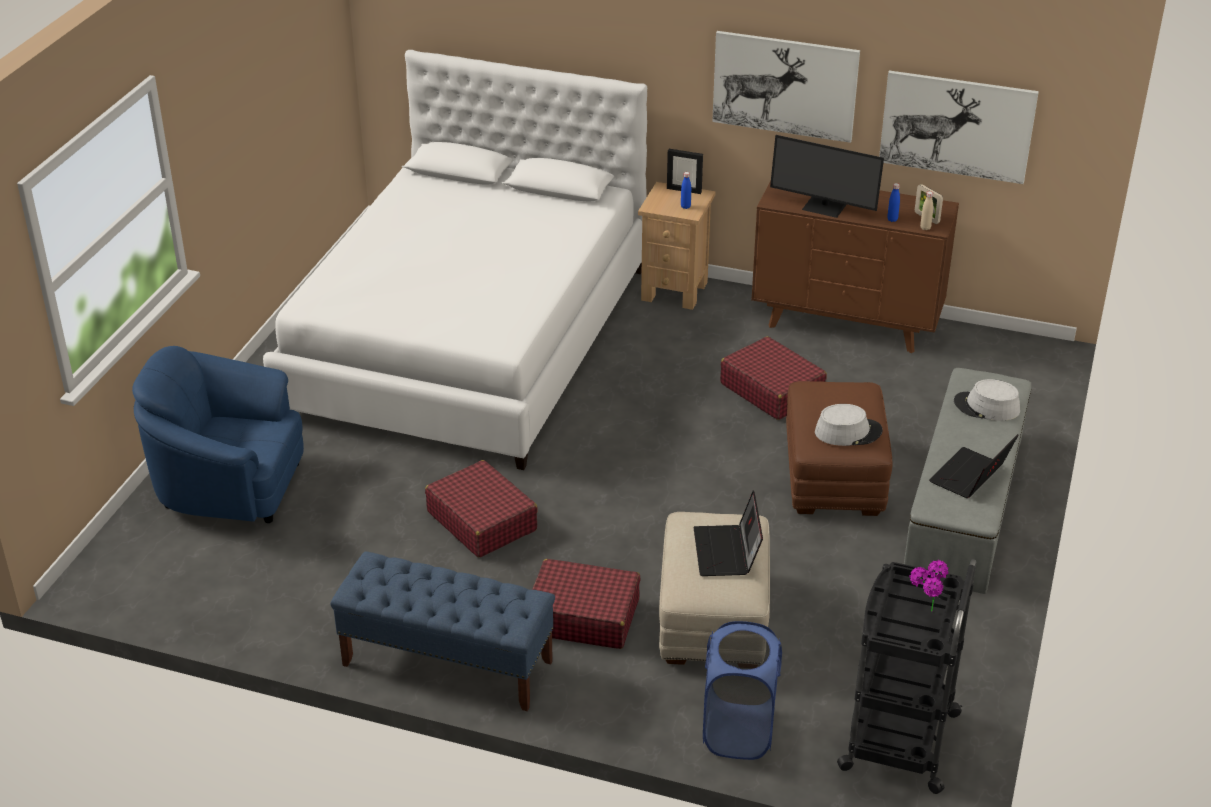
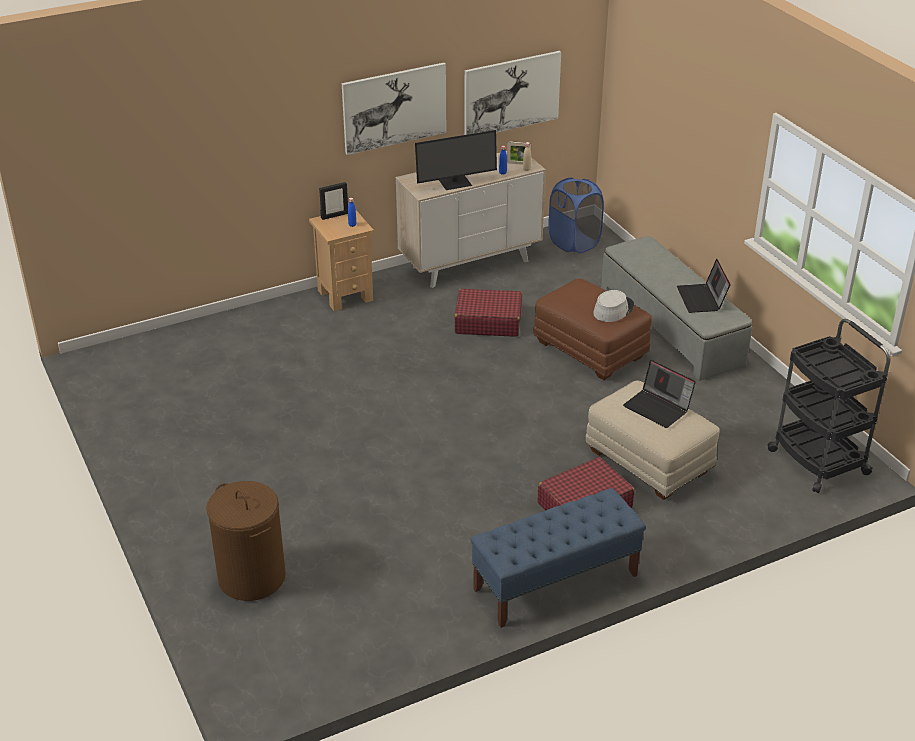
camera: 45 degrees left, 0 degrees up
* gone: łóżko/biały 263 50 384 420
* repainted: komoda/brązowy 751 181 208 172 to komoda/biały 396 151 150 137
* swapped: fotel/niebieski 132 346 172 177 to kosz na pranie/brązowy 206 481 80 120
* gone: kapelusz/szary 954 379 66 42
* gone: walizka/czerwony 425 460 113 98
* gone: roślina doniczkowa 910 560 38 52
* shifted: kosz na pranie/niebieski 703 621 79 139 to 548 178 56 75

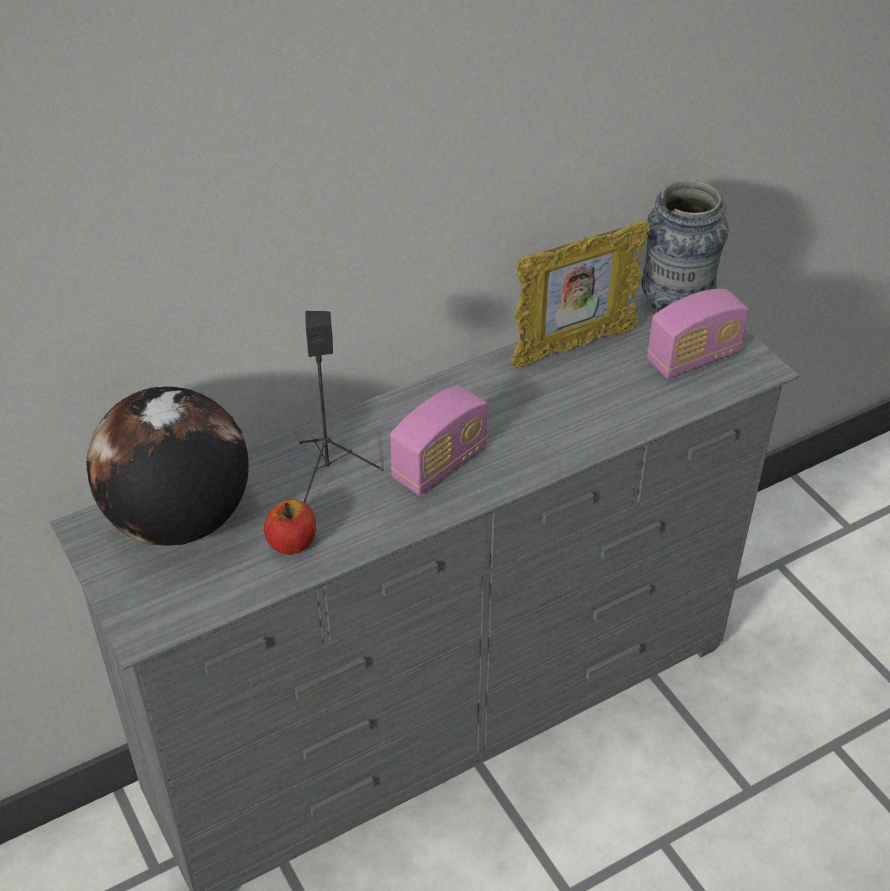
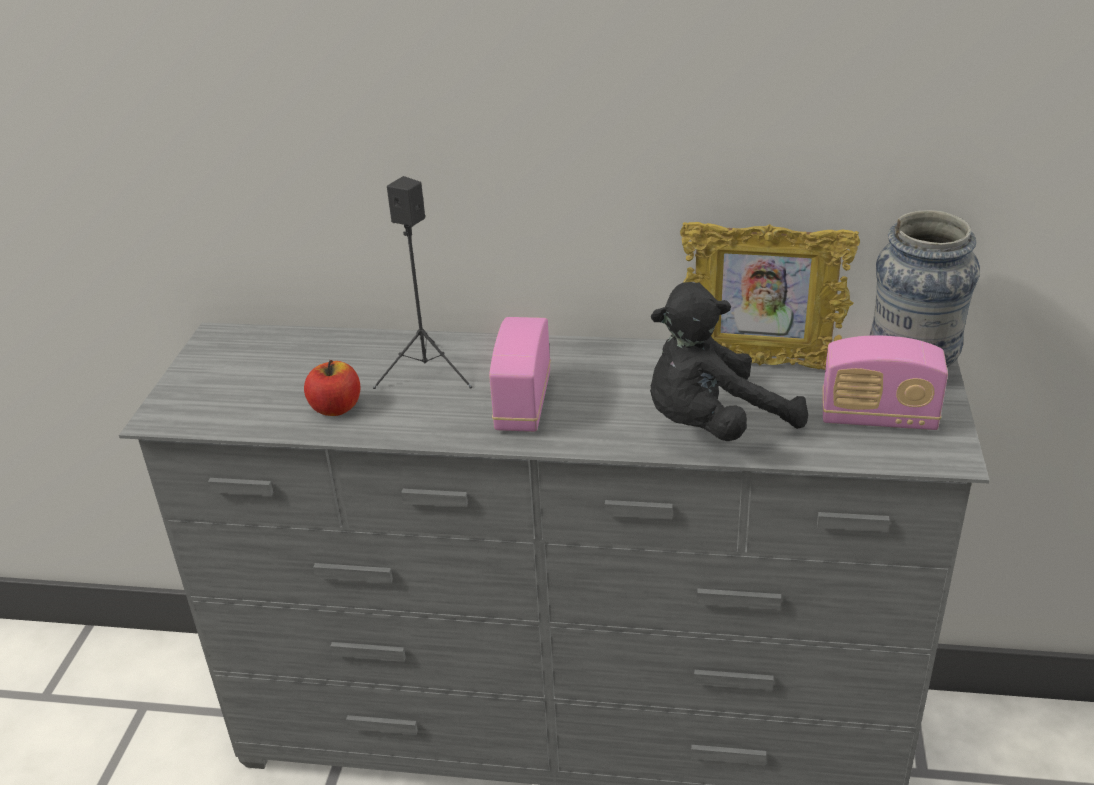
camera: 40 degrees right, 10 degrees down
* rotated: radio 390 385 98 110 = 489 317 62 115 105 degrees clockwise
* gone: globus 86 387 163 159
* new: pluszak/czarny 650 282 158 159

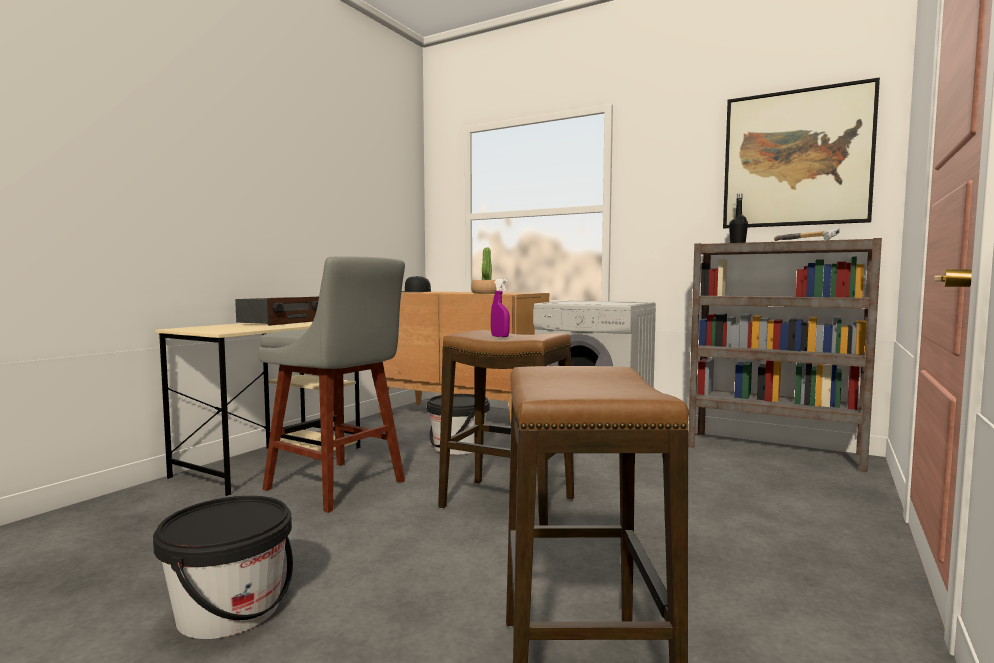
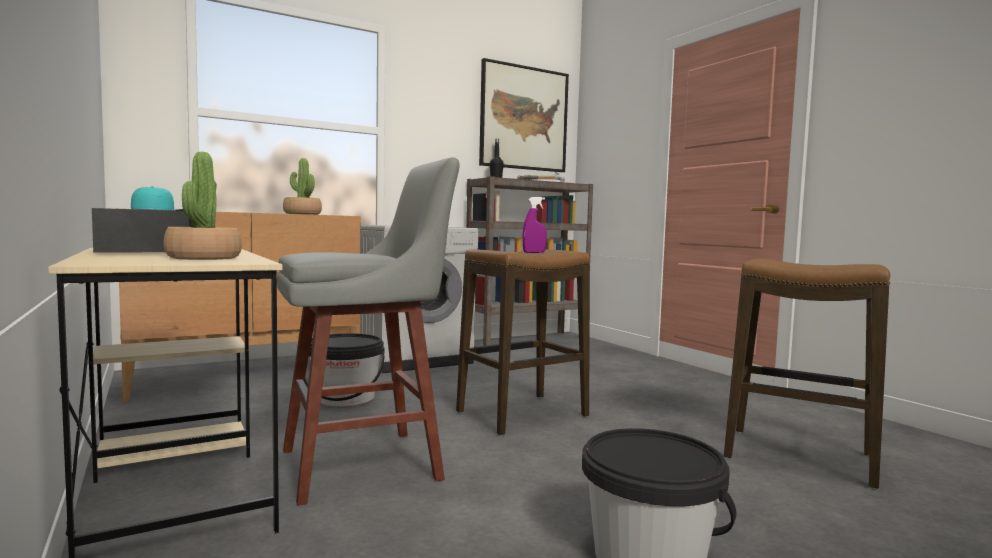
camera: 60 degrees left, 0 degrees up
* repainted: czapka z daszkiem/czarny 402 276 29 16 to czapka z daszkiem/turkusowy 131 186 46 24
* new: roślina doniczkowa 164 152 78 108

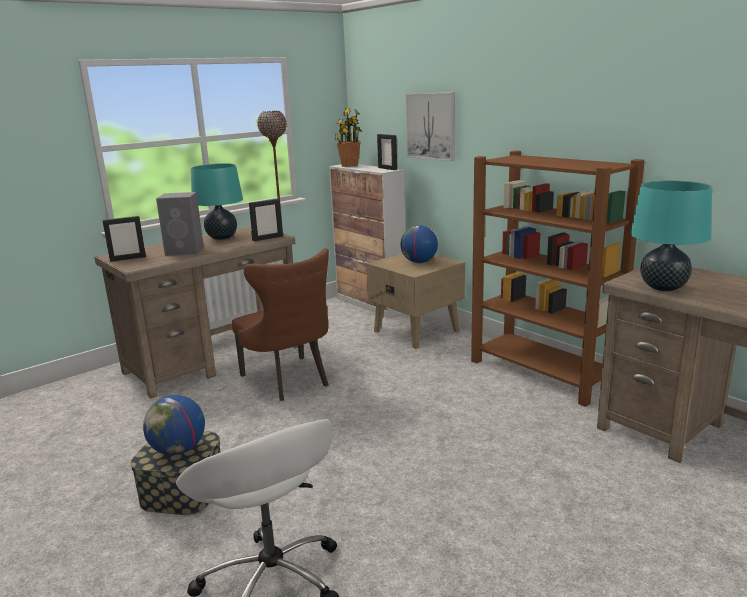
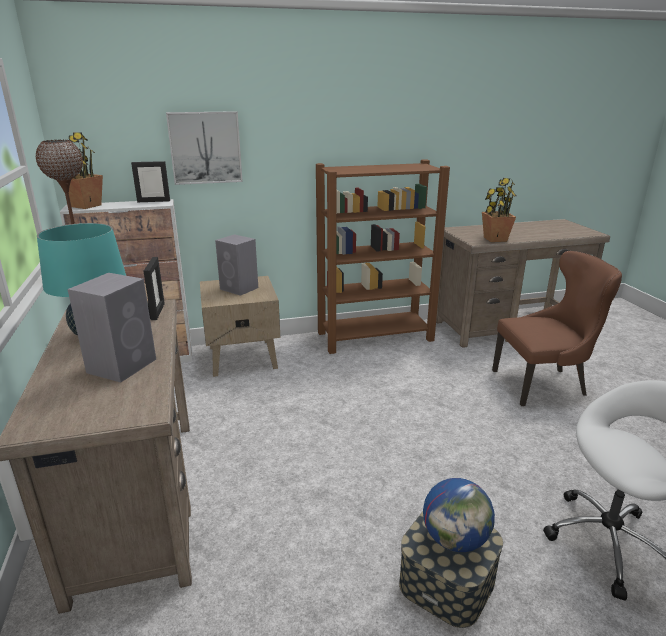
camera: 65 degrees left, 5 degrees up
* swapped: lampa stołowa/turkusowy 630 180 82 111 to roślina doniczkowa 482 178 34 64
* gone: ramka na zdjęcie 102 216 44 46
* swapped: globus 401 226 37 37 to głośnik/szary 215 234 43 62
* shifted: krzesło/brązowy 232 248 97 153 to 492 251 130 155

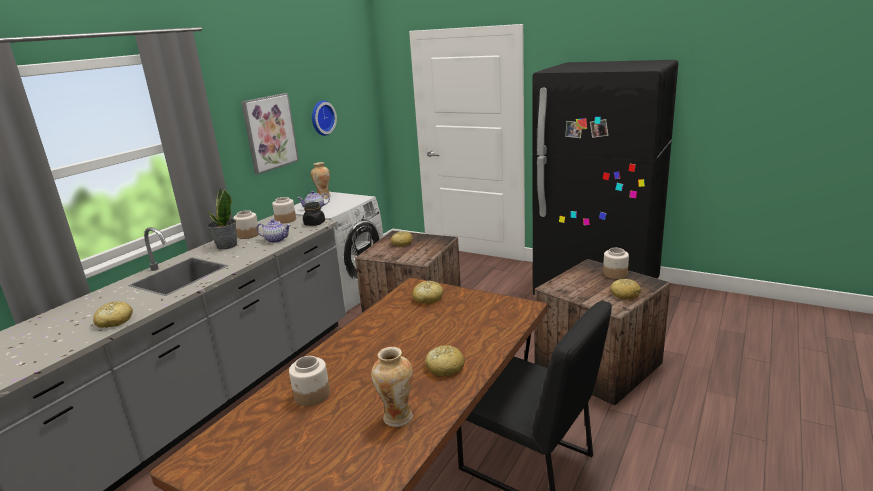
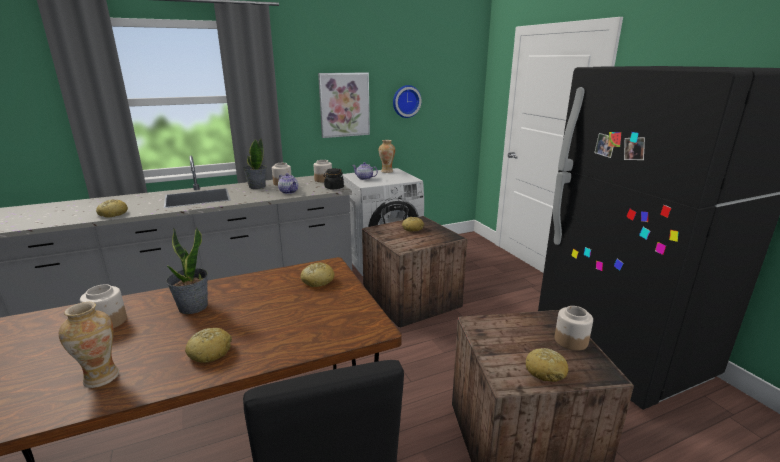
camera: 35 degrees right, 0 degrees up
* new: roślina doniczkowa 166 227 42 87

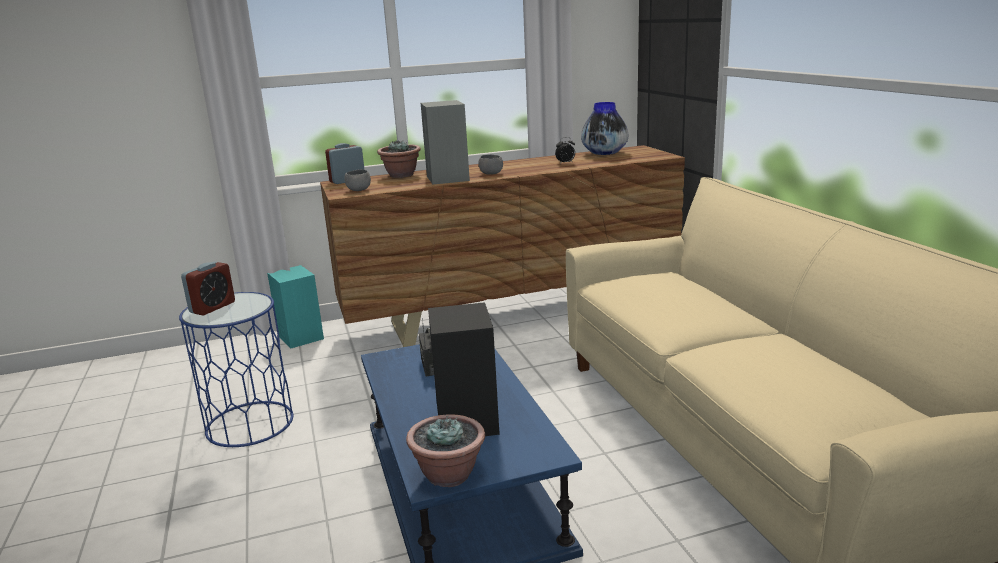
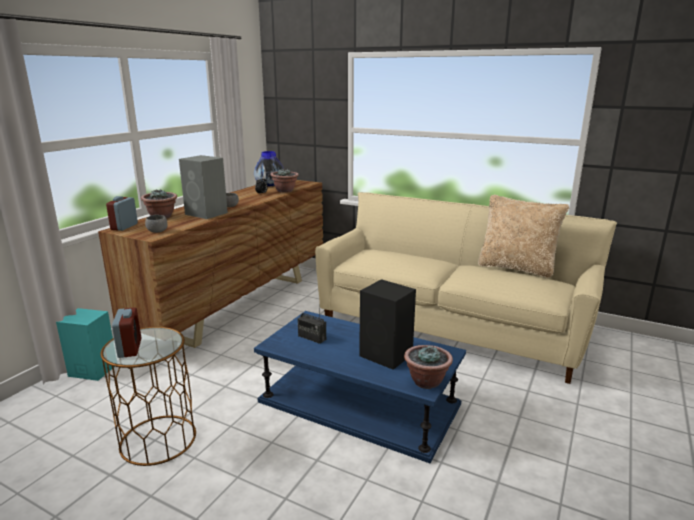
camera: 45 degrees left, 0 degrees up
* repainted: stolik/niebieski 179 292 114 155 to stolik/brązowy 101 327 95 139
* new: roślina doniczkowa 270 169 29 24
* new: poduszka/beżowy 478 194 92 84

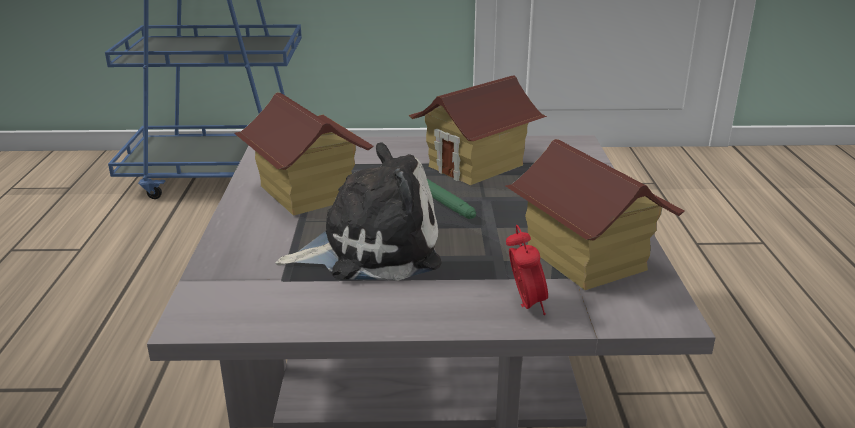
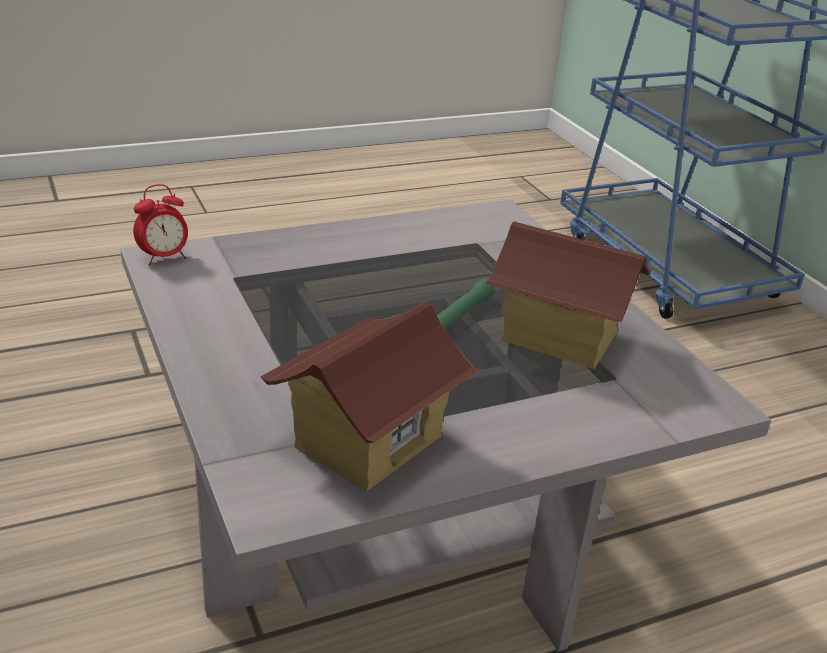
camera: 65 degrees right, 5 degrees up
* gone: domek 234 92 140 124
* gone: pluszak 275 142 166 139
* shifted: budzik 506 225 42 90 to 133 184 55 81

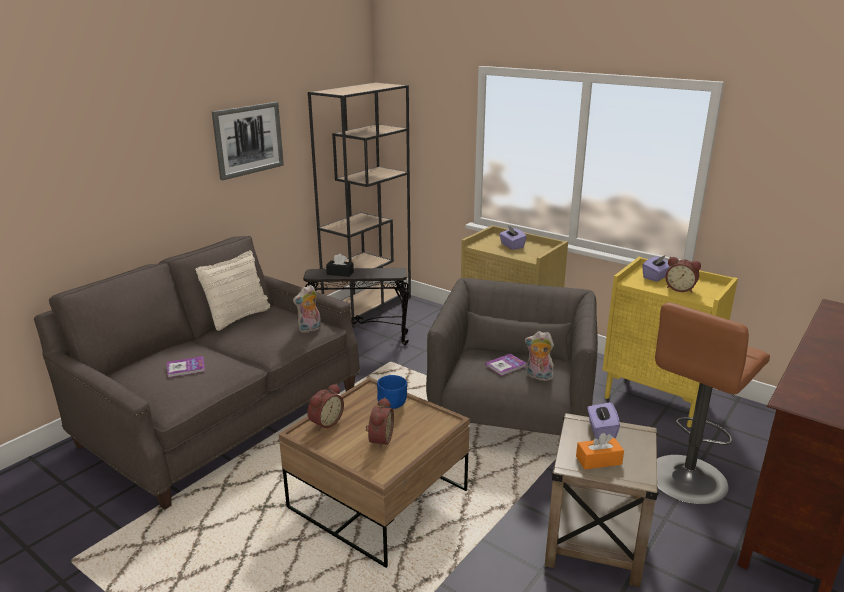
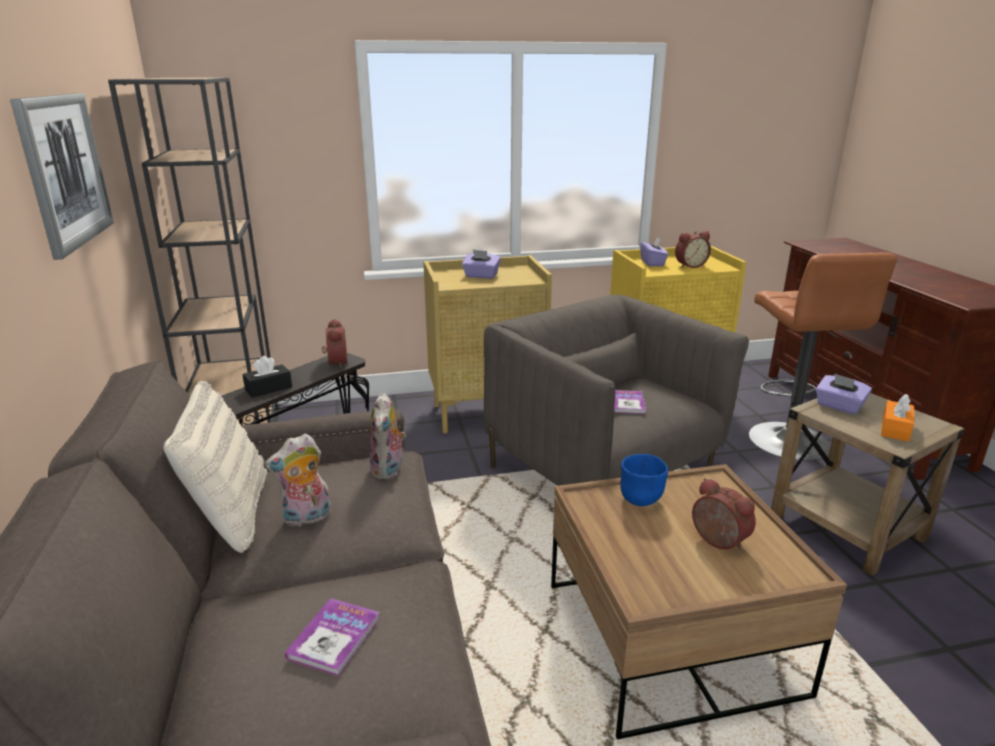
camera: 50 degrees left, 0 degrees up
* shifted: pluszak 525 331 29 50 to 265 434 66 93
* shifted: budzik 307 384 37 47 to 322 319 26 49

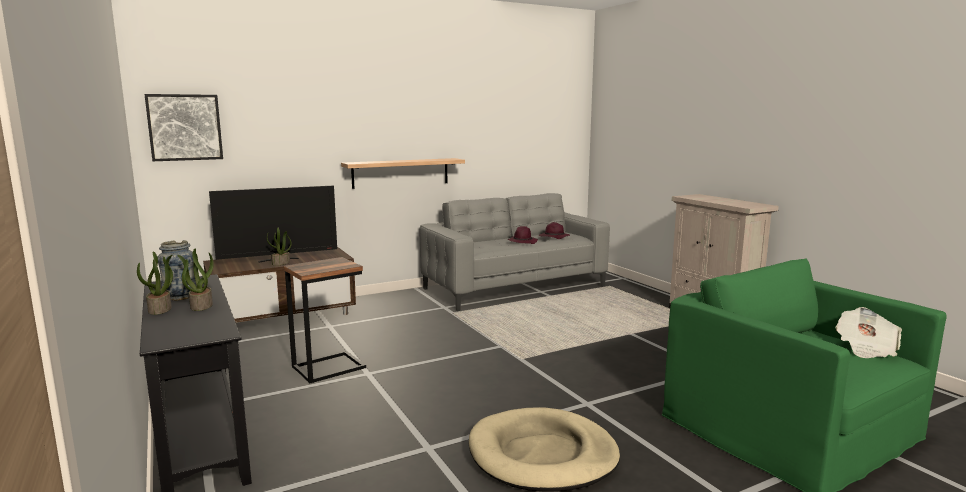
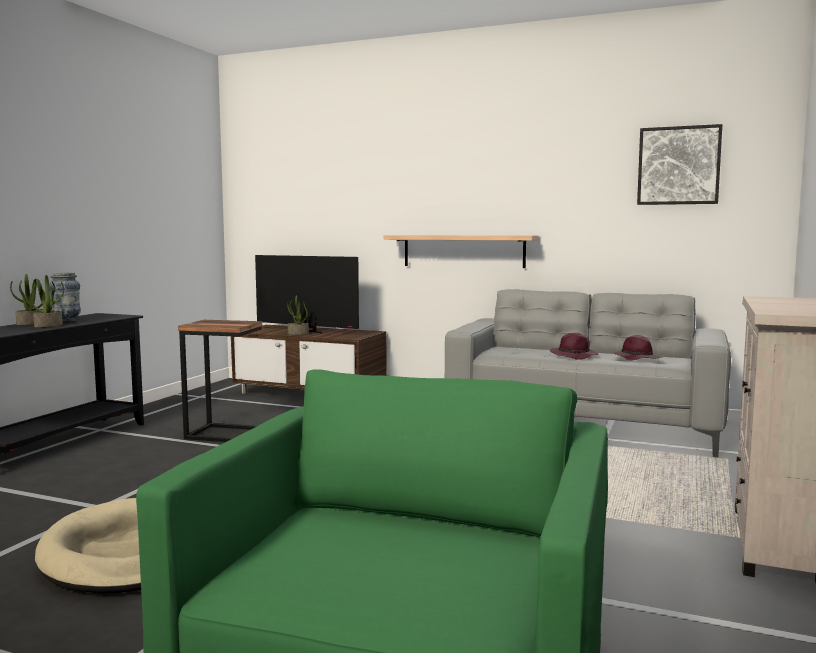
camera: 50 degrees right, 5 degrees down
* shifted: obraz 144 94 79 67 to 637 124 85 81
* gone: gazeta 836 307 66 51

